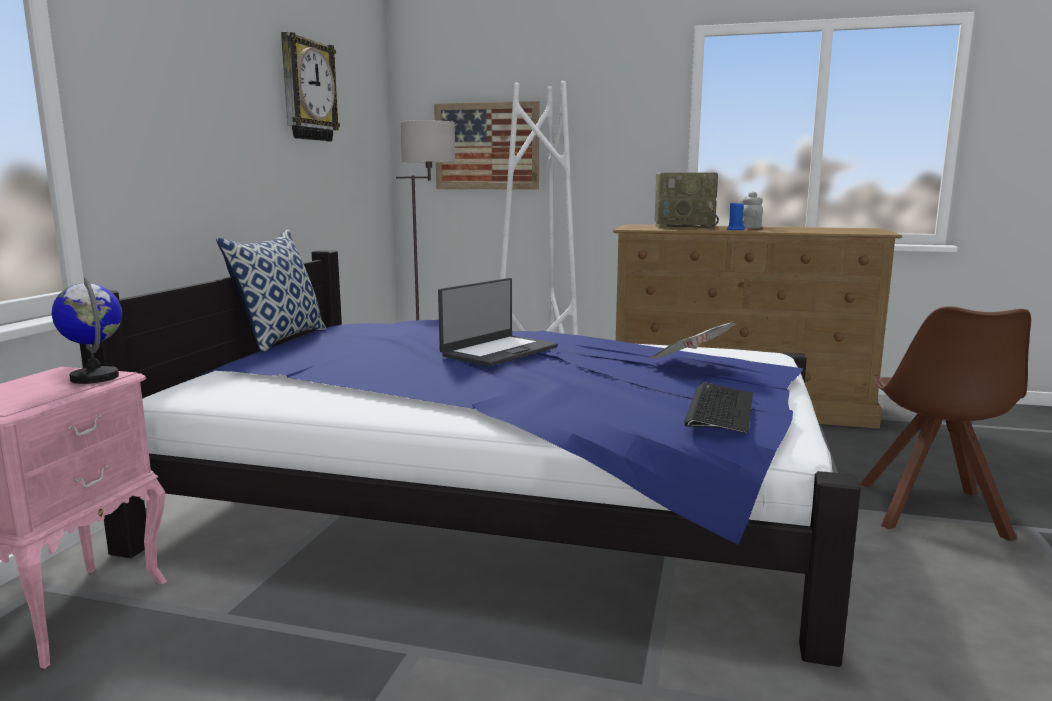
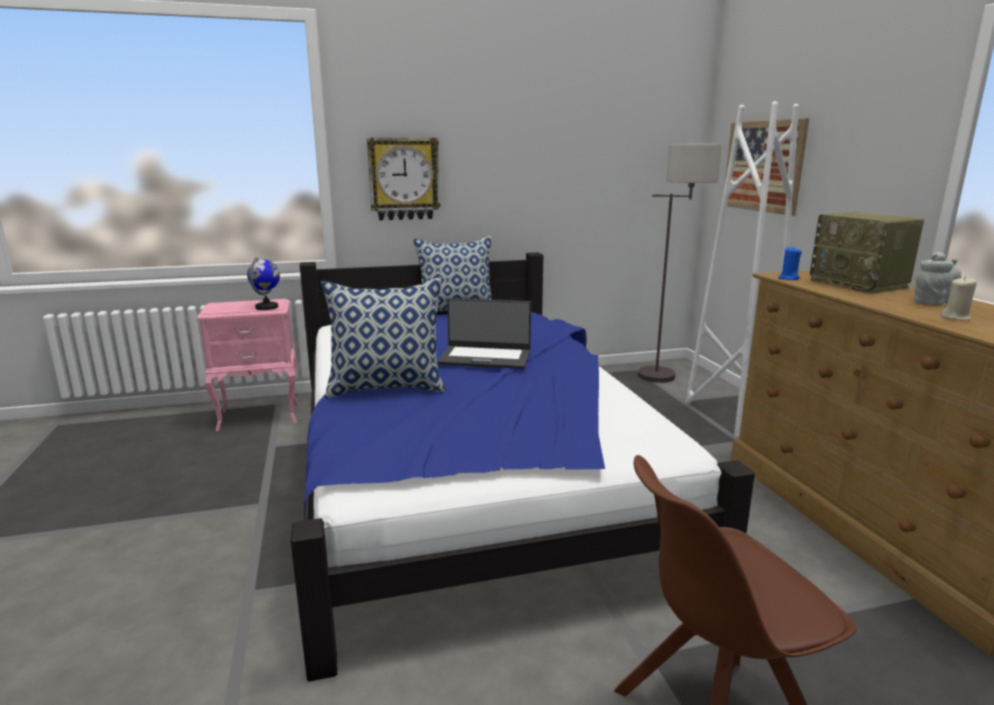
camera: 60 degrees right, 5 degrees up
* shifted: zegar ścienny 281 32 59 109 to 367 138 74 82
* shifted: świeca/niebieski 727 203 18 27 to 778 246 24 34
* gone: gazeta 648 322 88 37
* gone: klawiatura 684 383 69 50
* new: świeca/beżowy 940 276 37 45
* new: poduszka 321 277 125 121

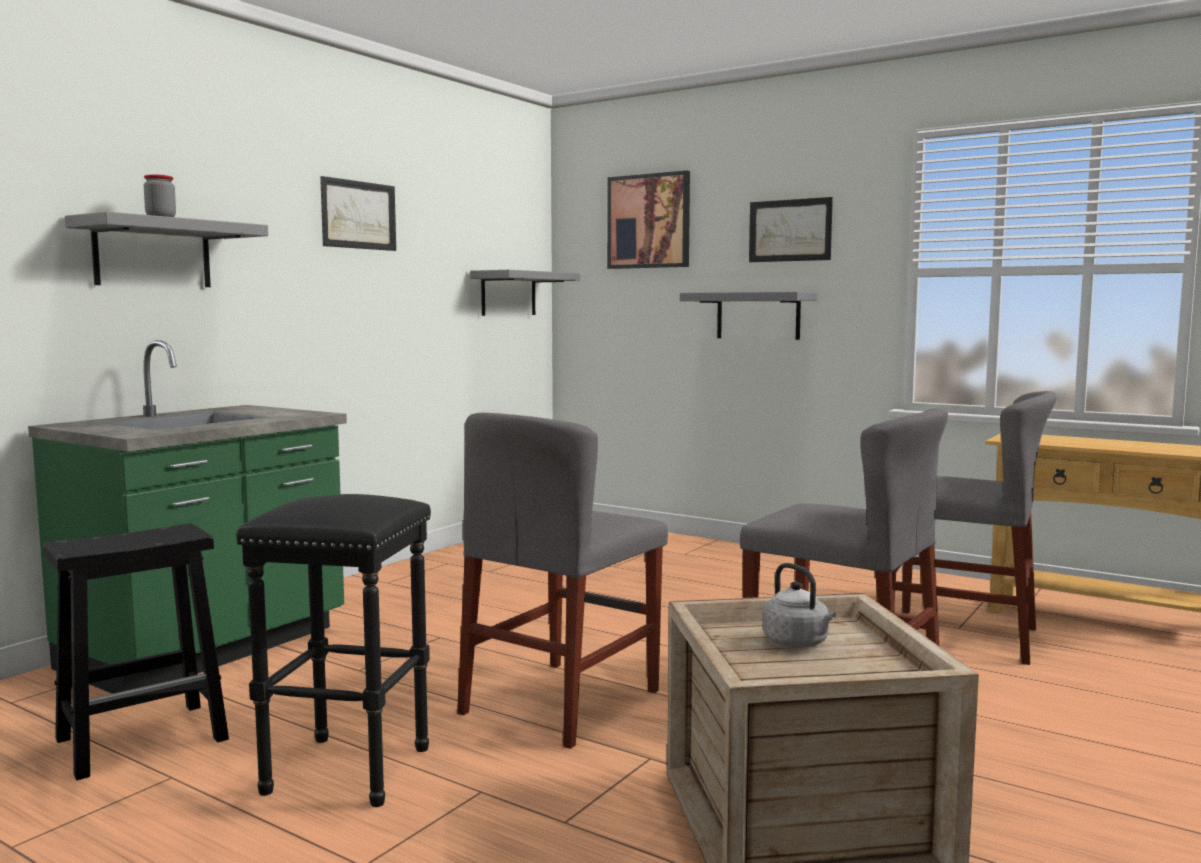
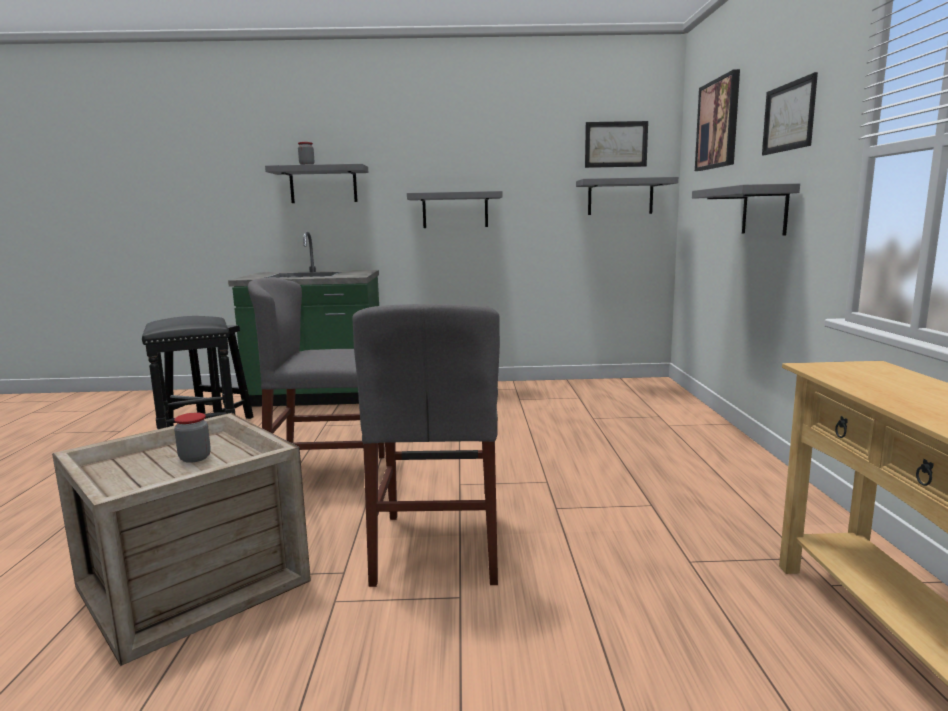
camera: 55 degrees right, 5 degrees up
* shifted: obraz 320 176 76 75 to 585 121 63 47
* gone: krzesło/szary 893 391 164 274
* swapped: czajnik/szary 763 563 73 85 to słoik 174 413 37 50
* new: półka/szary 407 191 96 37

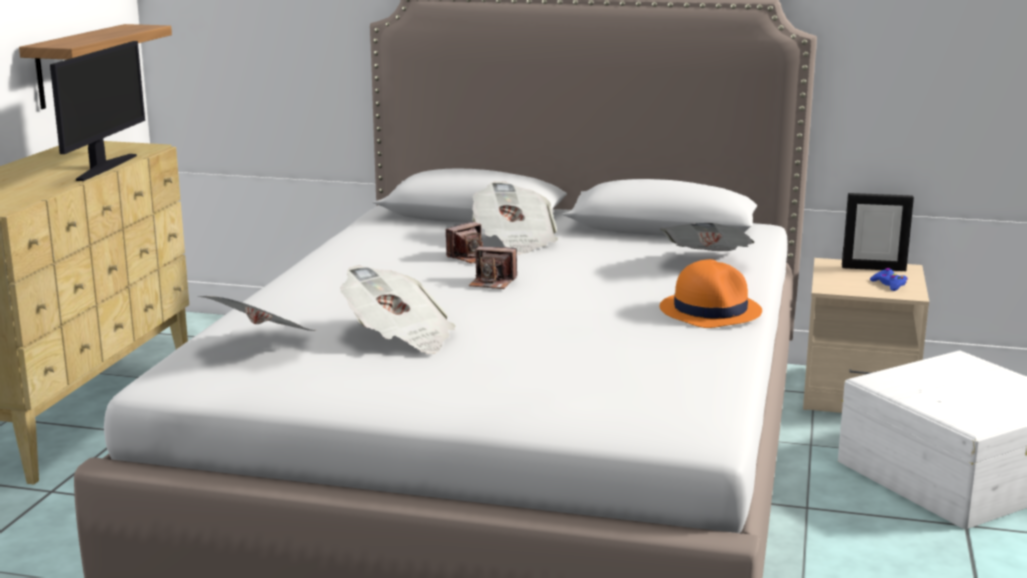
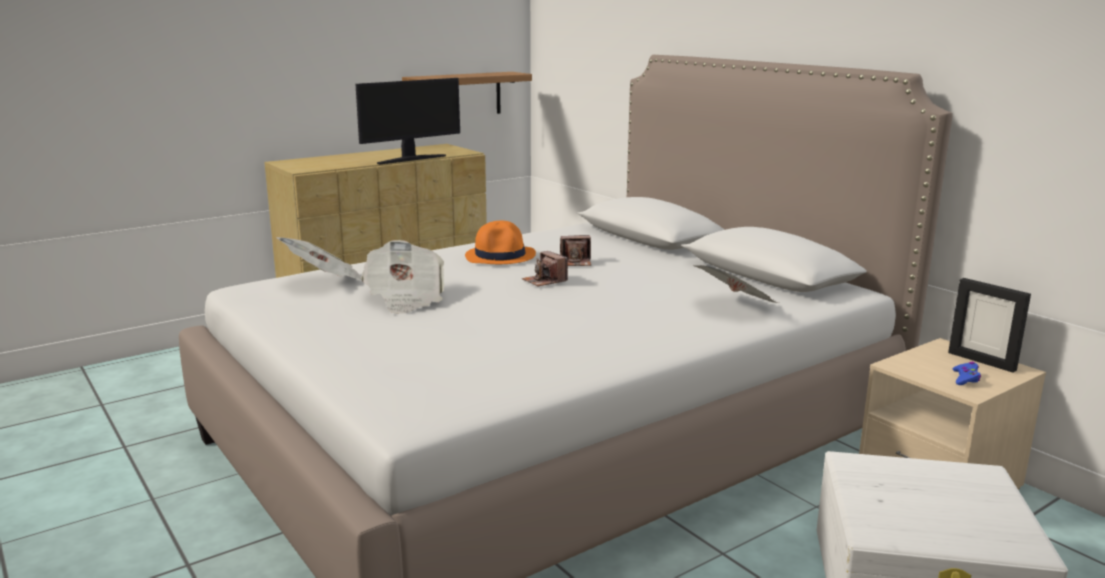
camera: 40 degrees right, 0 degrees up
* gone: gazeta 472 181 86 73
* shifted: kapelusz/pomarańczowy 660 259 102 69 to 465 221 71 43

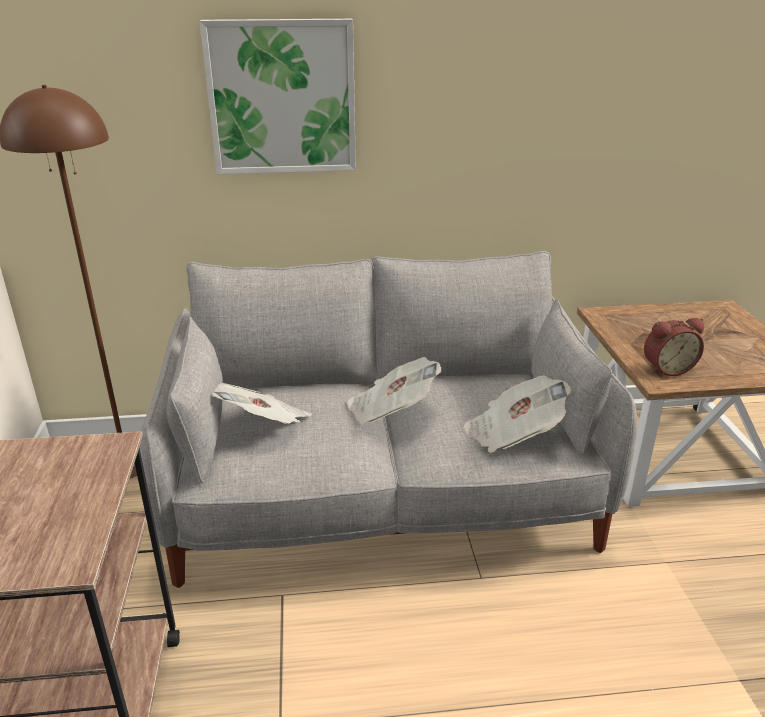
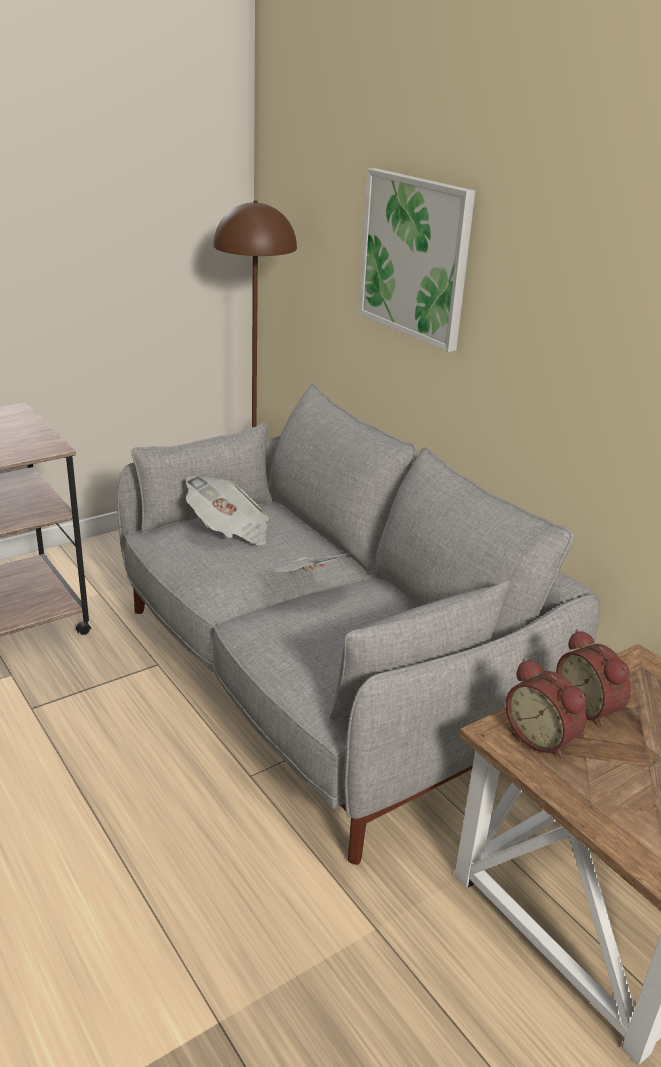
camera: 60 degrees right, 0 degrees up
* gone: gazeta 463 375 109 78
* new: budzik 556 629 75 98

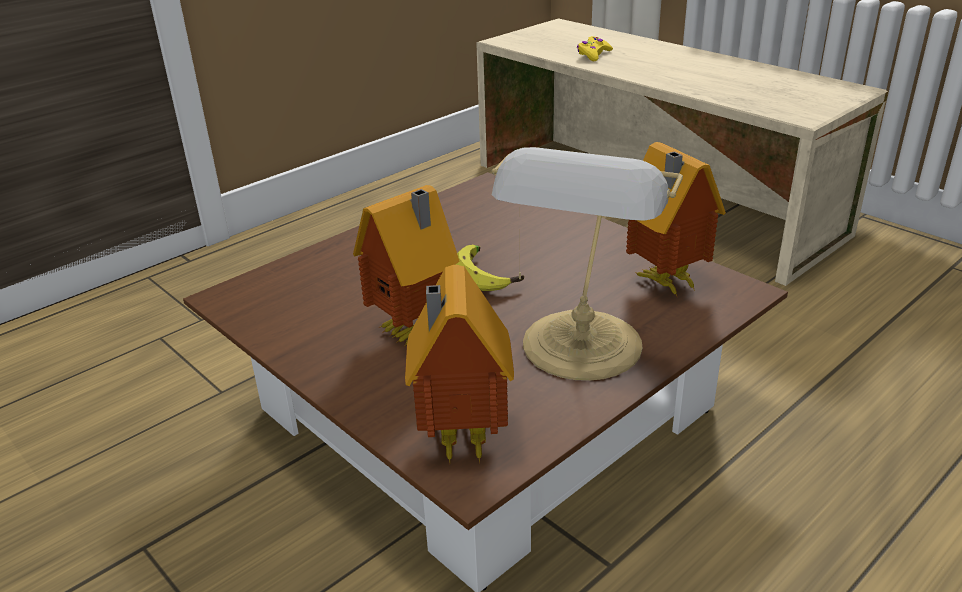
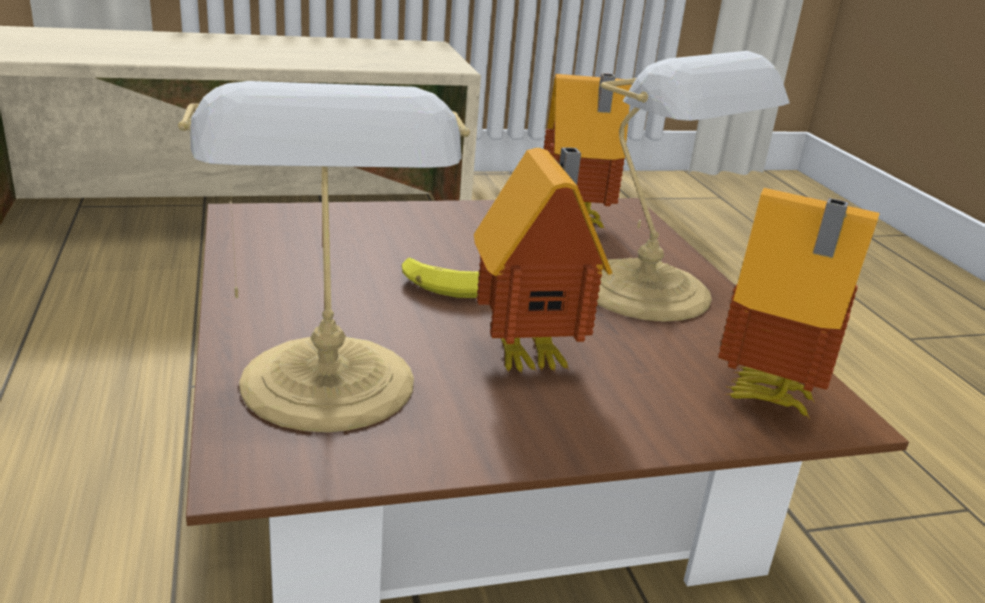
camera: 65 degrees left, 5 degrees down
* gone: pad do gier/żółty 577 36 36 25
* new: lampa stołowa 178 81 292 351

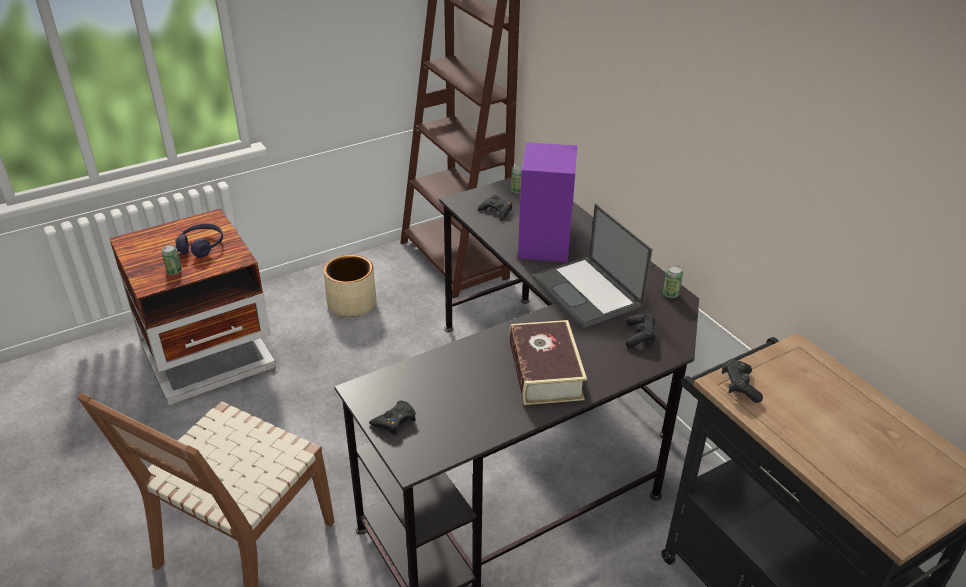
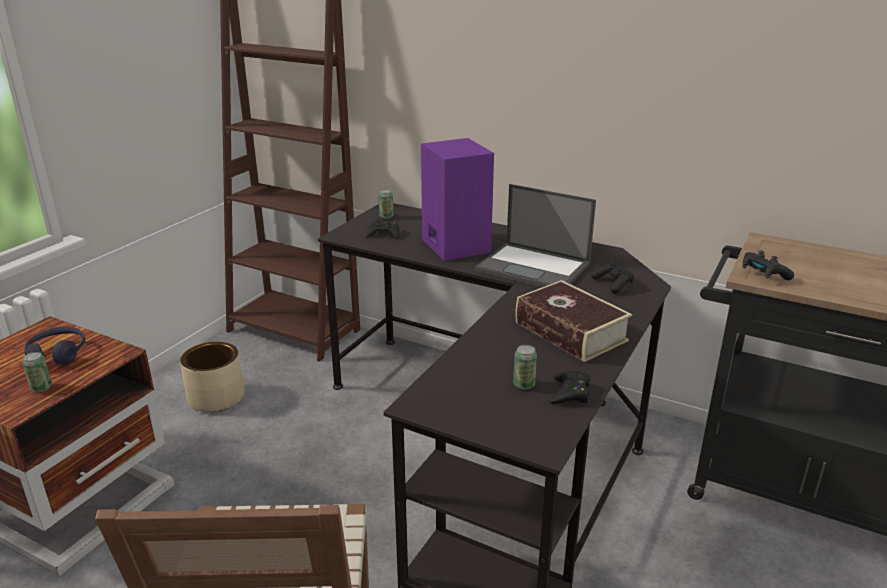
camera: 30 degrees left, 10 degrees down
* shifted: puszka 663 265 20 33 to 513 345 24 44
* shifted: pad do gier/czarny 369 401 47 34 to 549 371 41 33

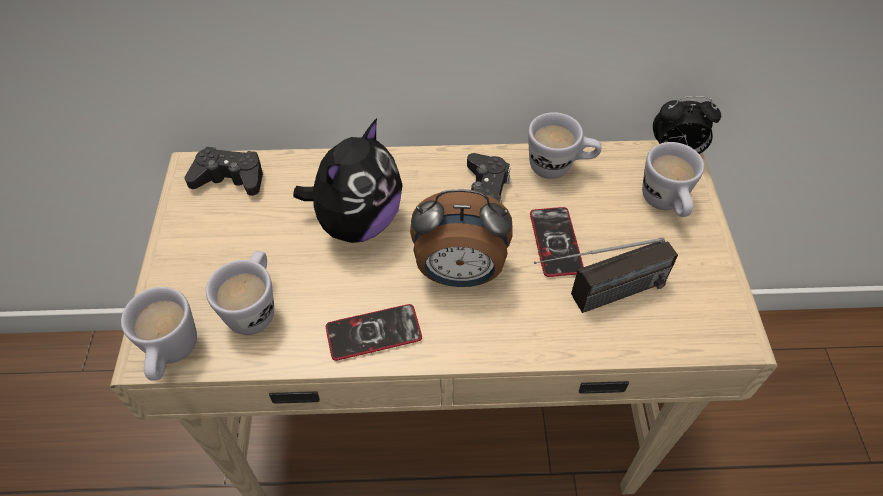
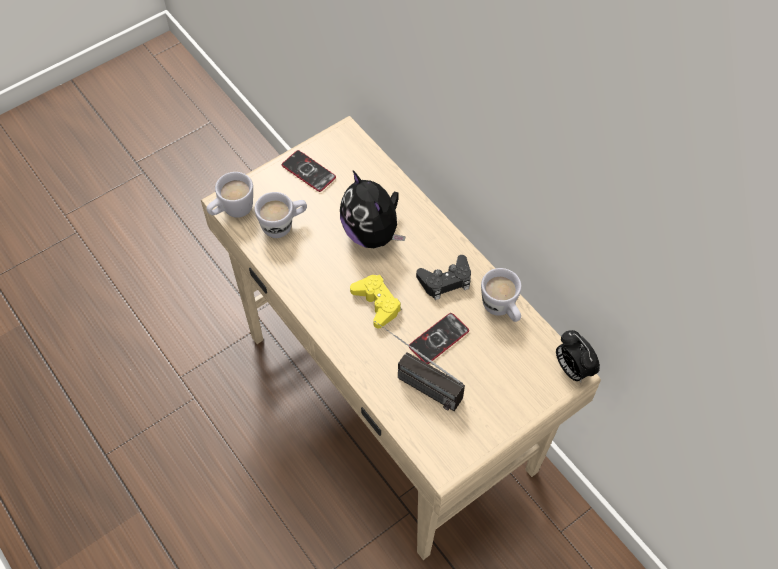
camera: 55 degrees right, 5 degrees up
* rotated: pluszak 293 118 109 125 = 340 170 66 78 60 degrees clockwise
* gone: kubek/biały 642 142 62 75
* gone: pad do gier/czarny 185 147 78 49
* swapped: budzik 410 189 103 98 to pad do gier/żółty 350 275 51 53
* shifted: telefon 326 304 96 57 to 282 150 54 42

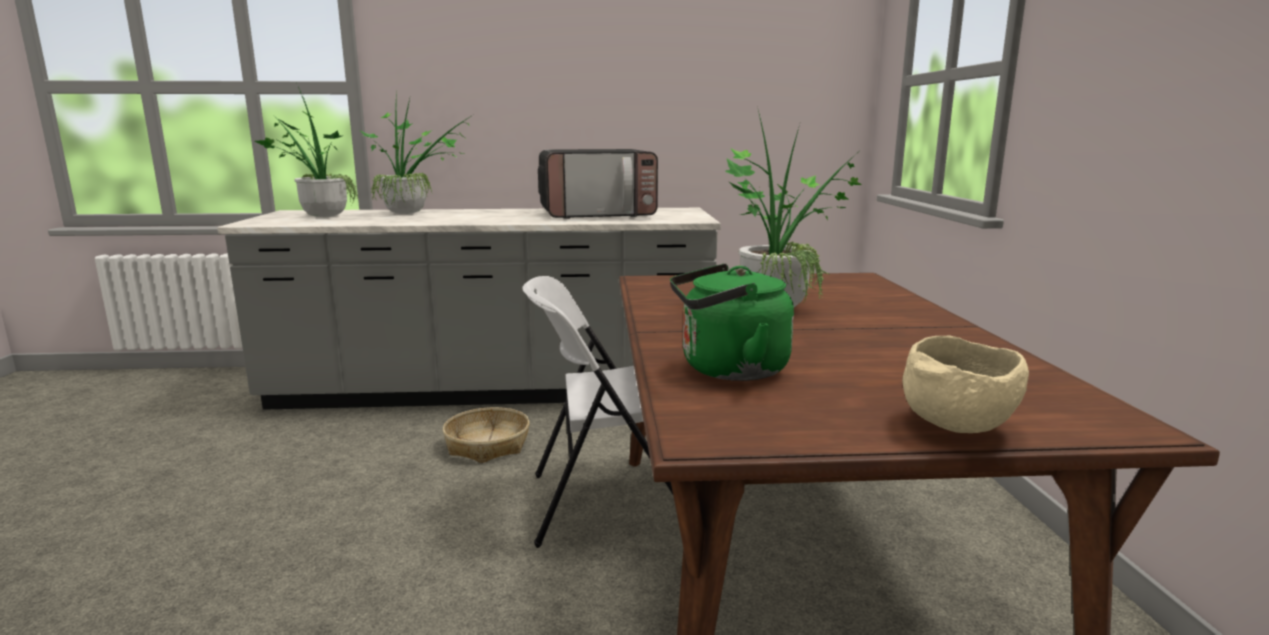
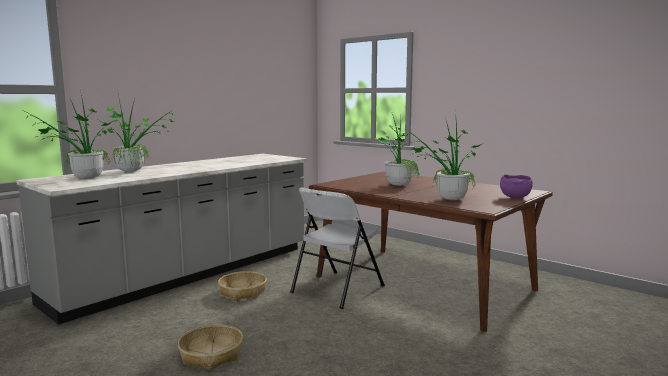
camera: 45 degrees left, 5 degrees down
* gone: mikrofalówka 538 149 120 70
* swapped: czajnik/zielony 670 264 124 117 to roślina doniczkowa 404 121 78 79
* repainted: miska/beżowy 902 336 127 97 to miska/fioletowy 500 174 33 24
* new: koszyk 178 324 65 46

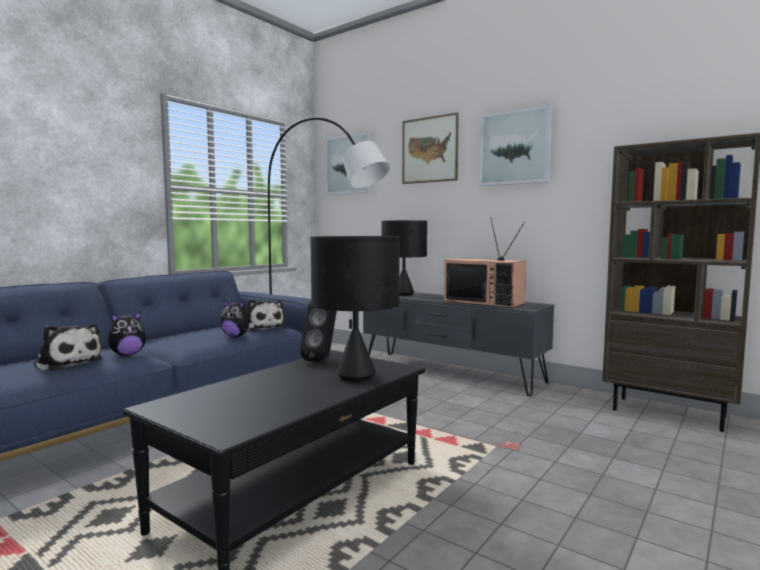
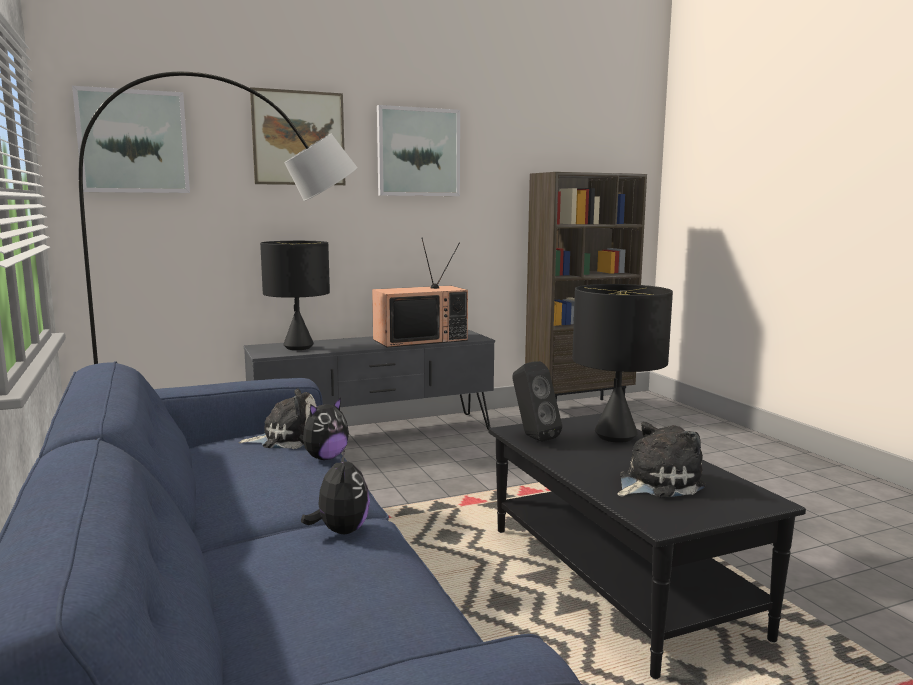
camera: 60 degrees left, 5 degrees up
* shifted: pluszak 34 324 69 46 to 617 422 89 76

